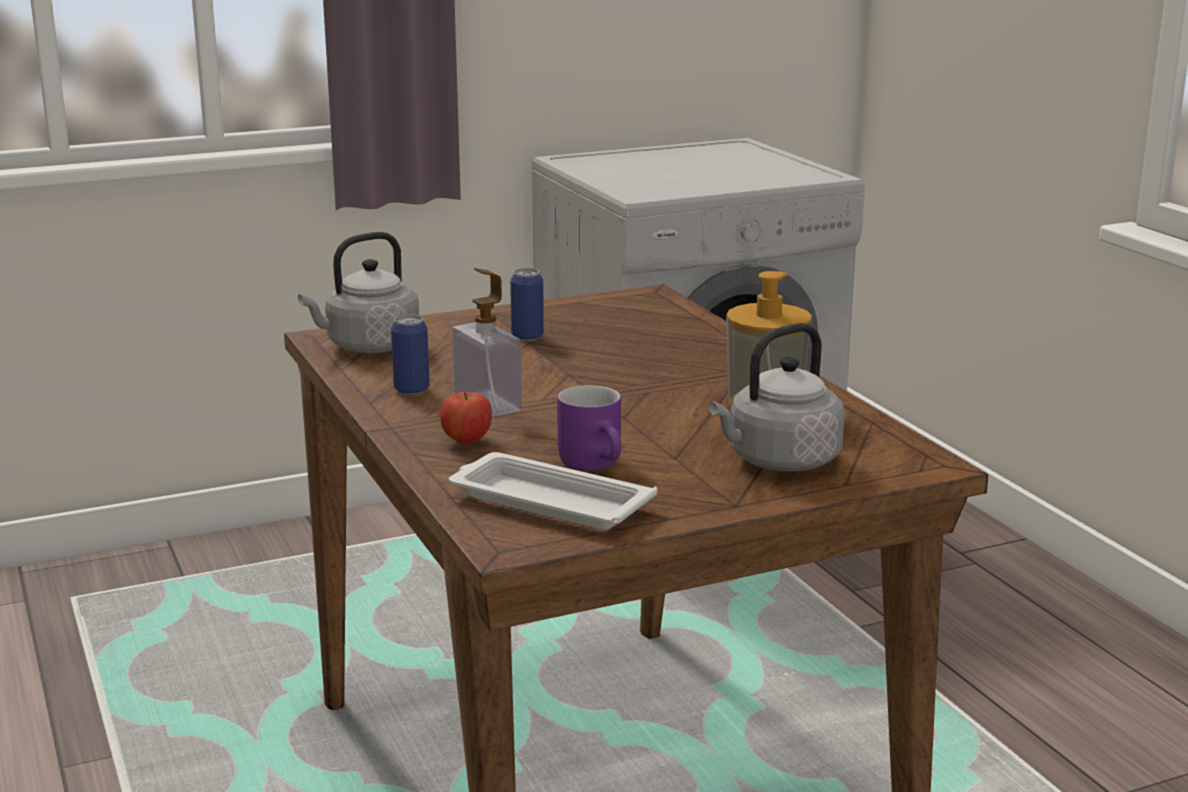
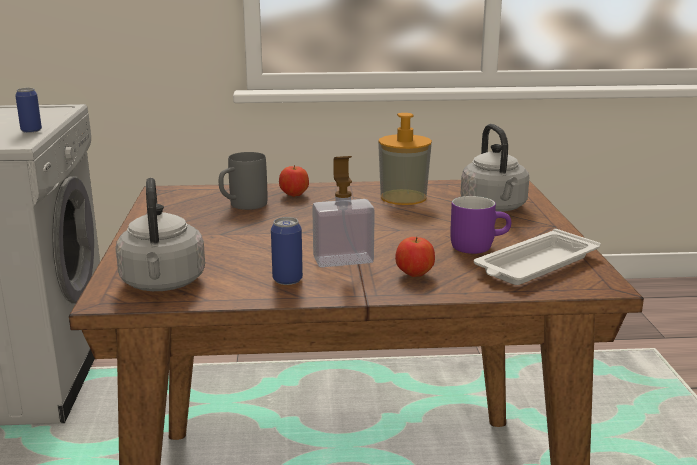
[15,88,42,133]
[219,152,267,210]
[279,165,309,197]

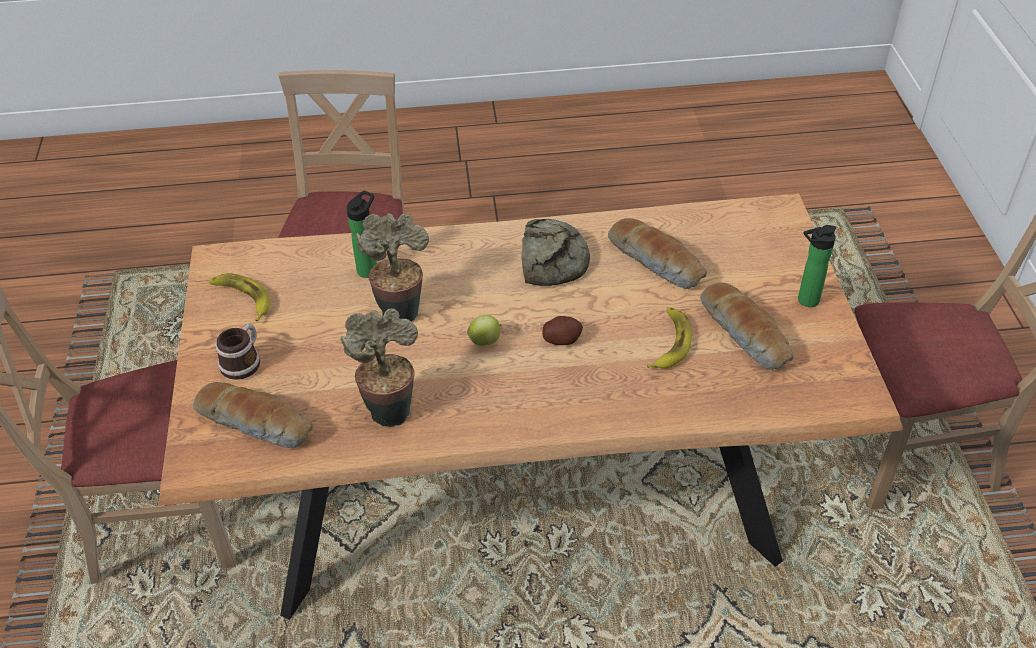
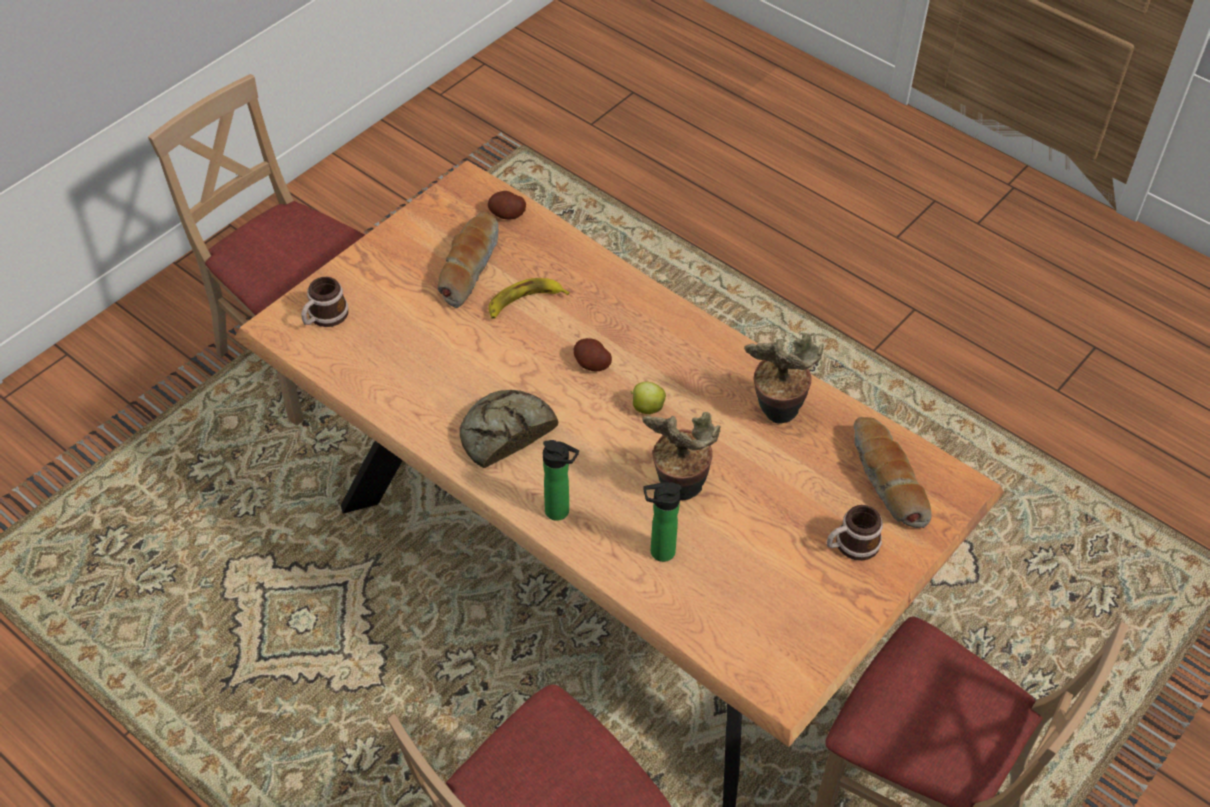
[608,218,707,289] (first image)
[543,440,579,521]
[209,273,270,322] (first image)
[488,191,526,219]
[301,277,348,327]

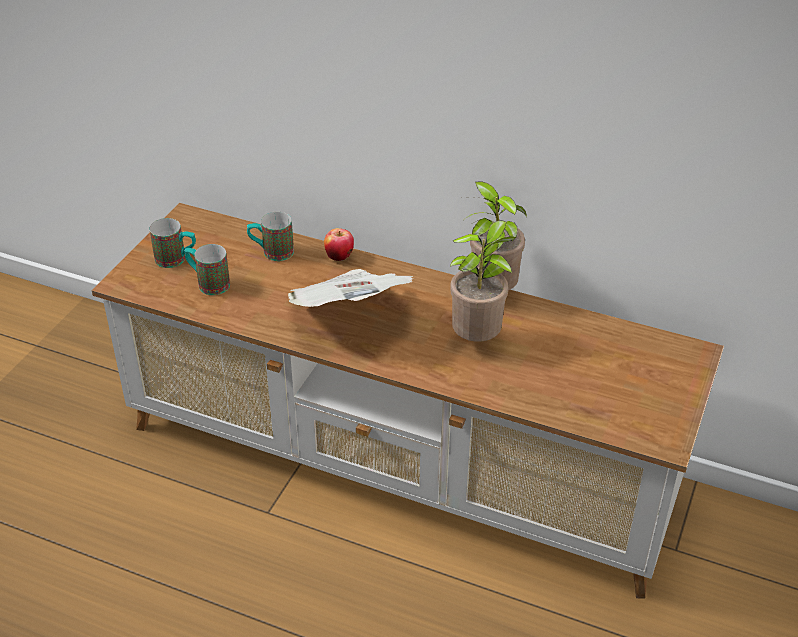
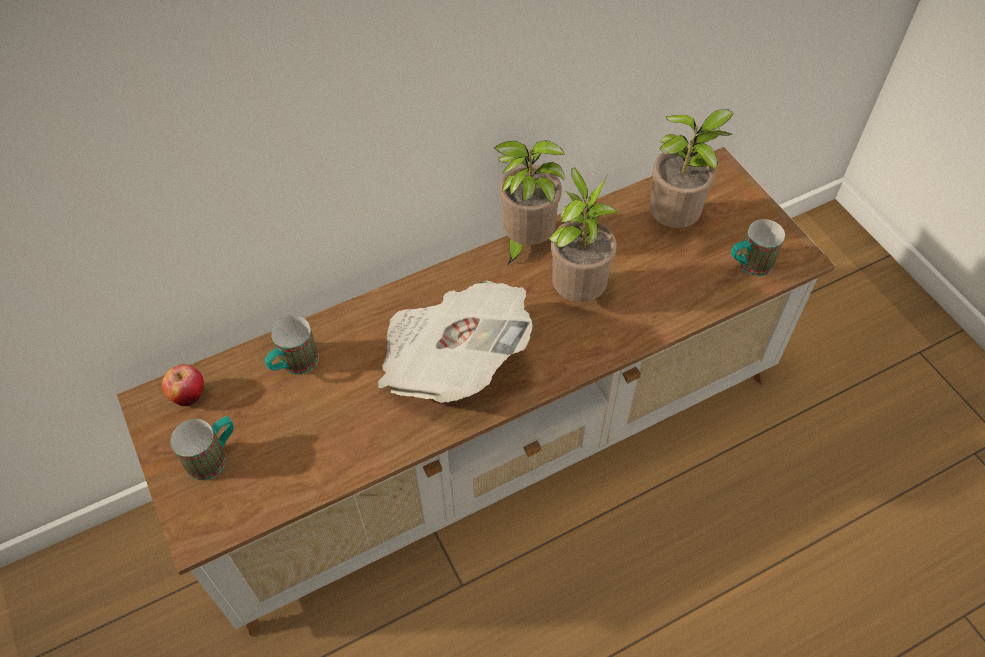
[162,364,204,406]
[731,219,785,277]
[649,109,734,228]

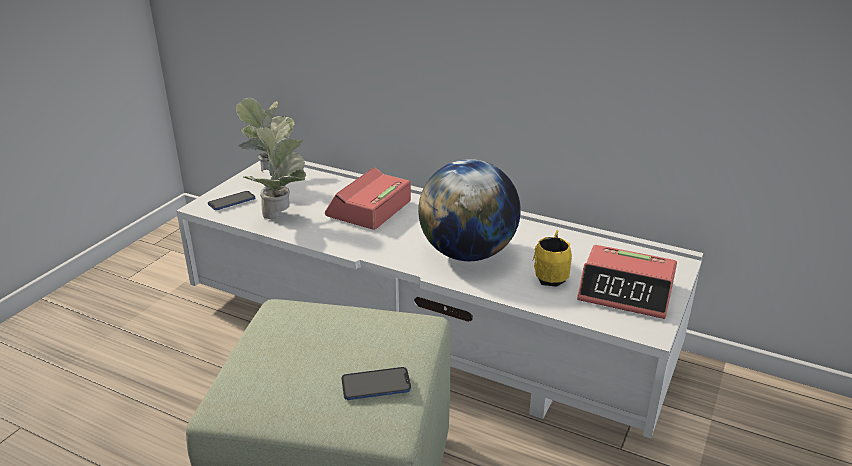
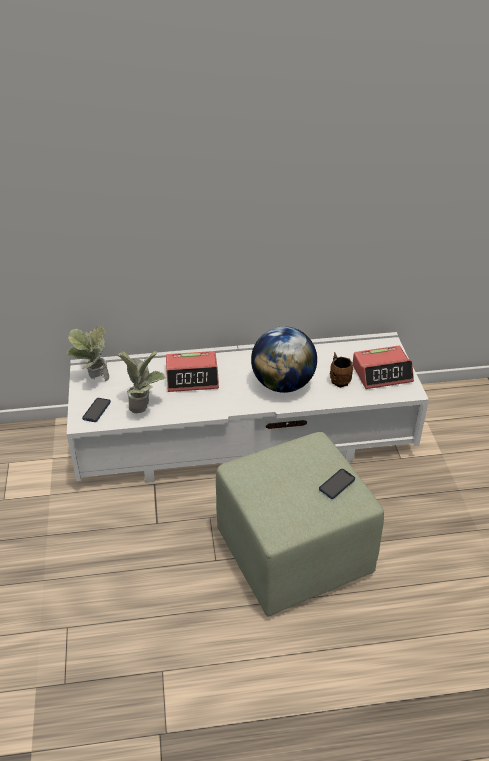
[166,351,219,392]
[330,352,353,388]

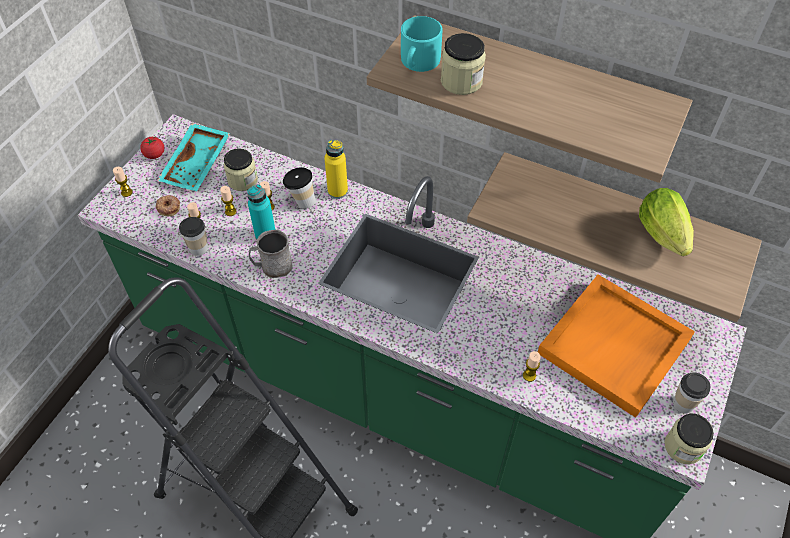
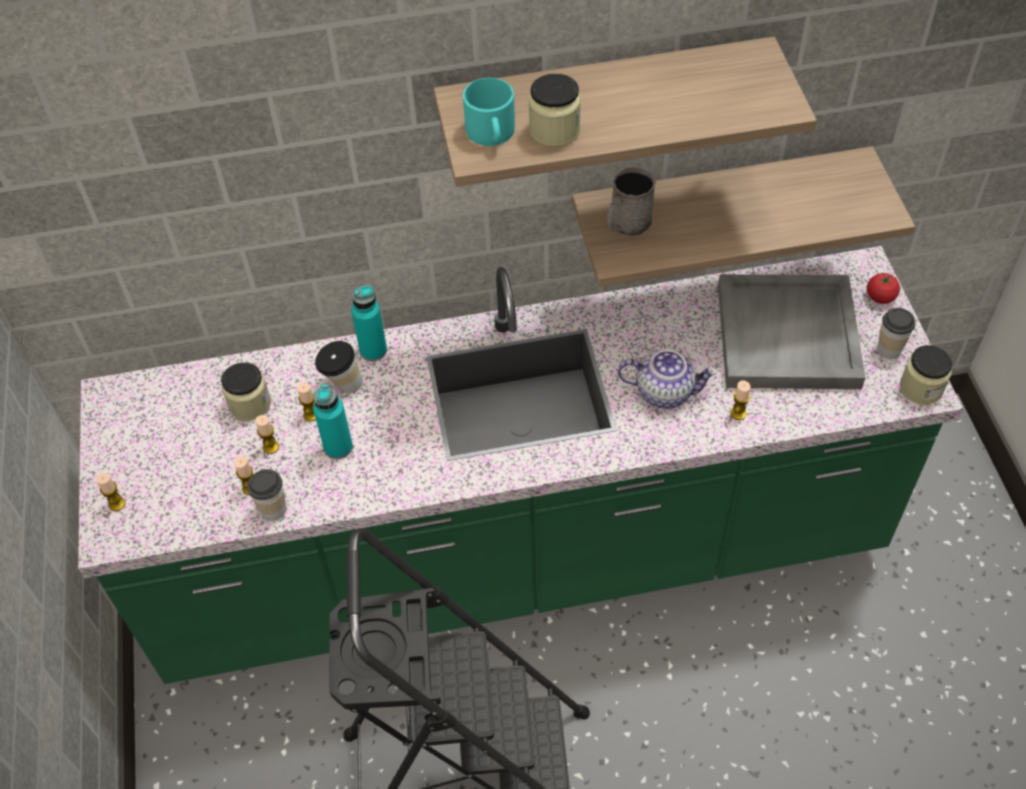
[157,123,230,191] (first image)
[867,273,900,304]
[351,285,387,361]
[639,188,694,256] (first image)
[156,195,180,216] (first image)
[607,167,655,237]
[718,274,865,389]
[618,350,718,409]

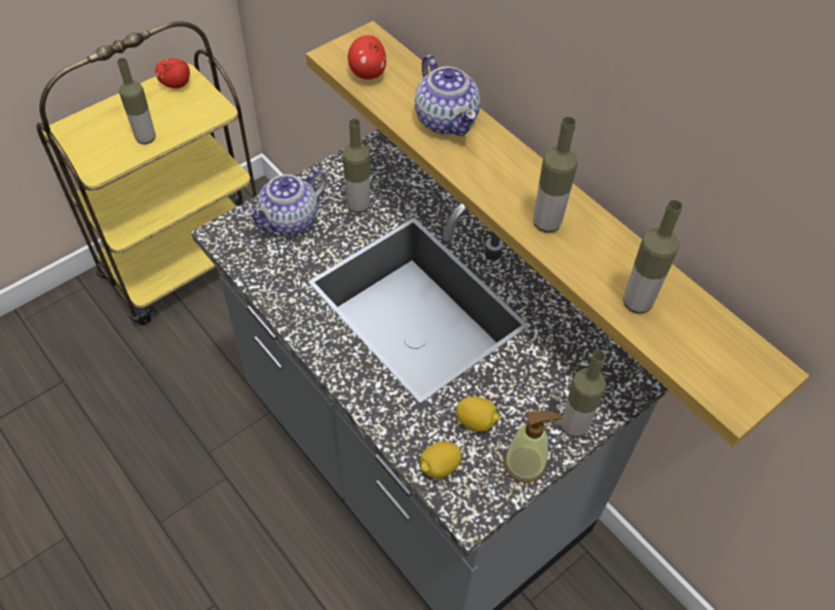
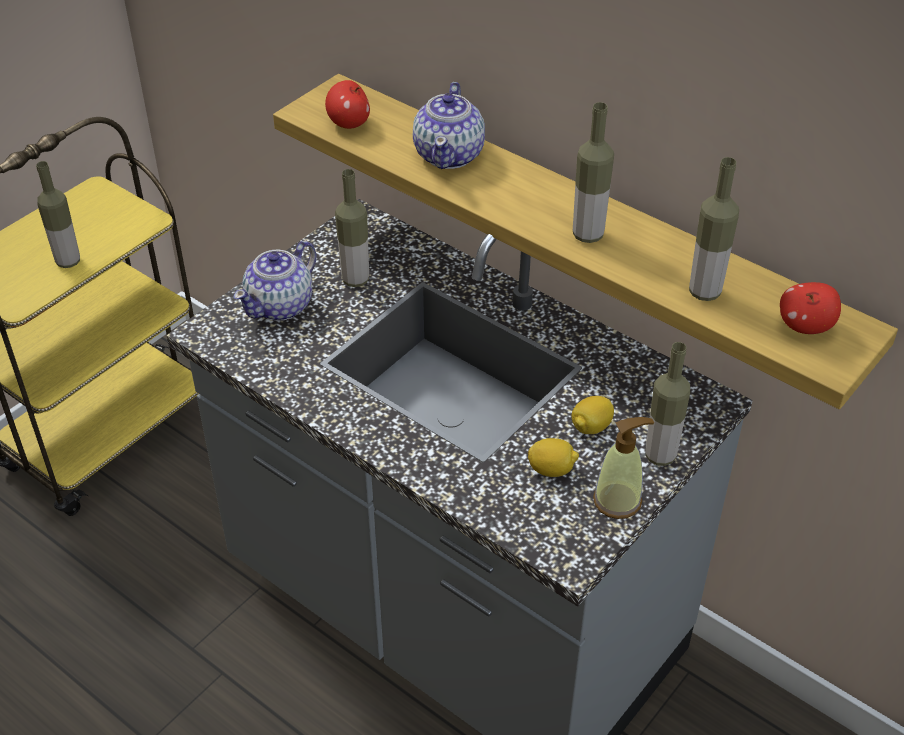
[413,82,485,169]
[780,282,841,334]
[572,396,614,434]

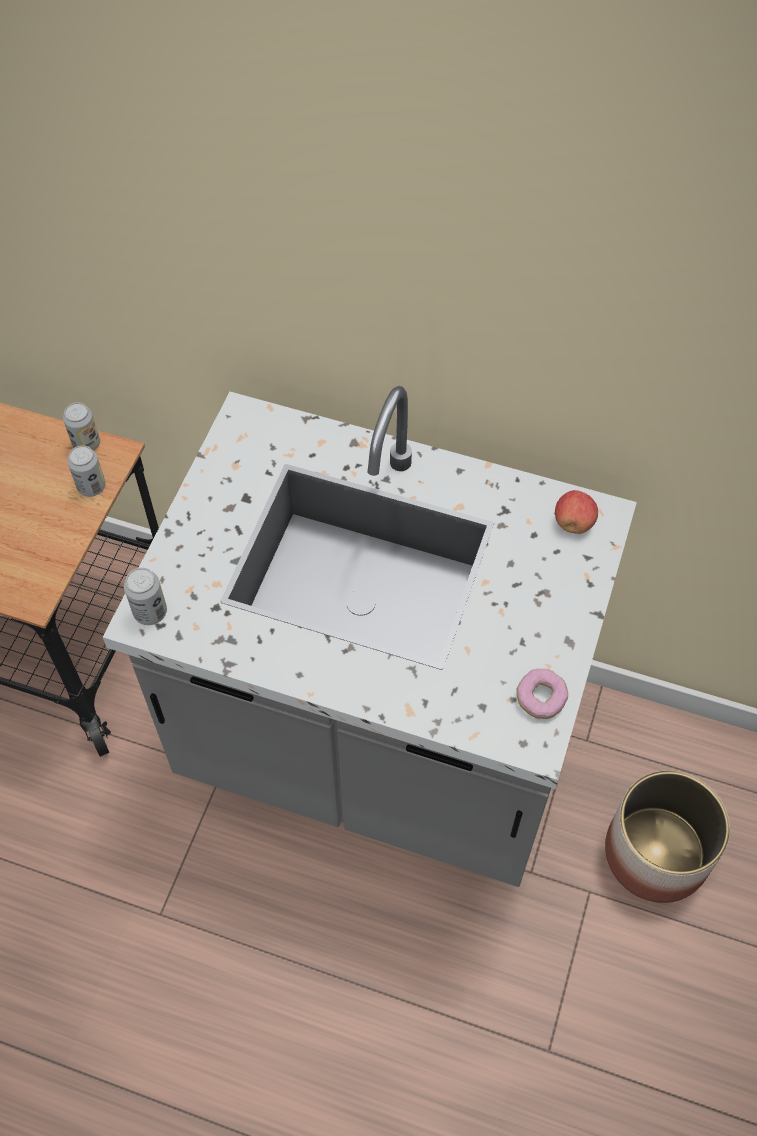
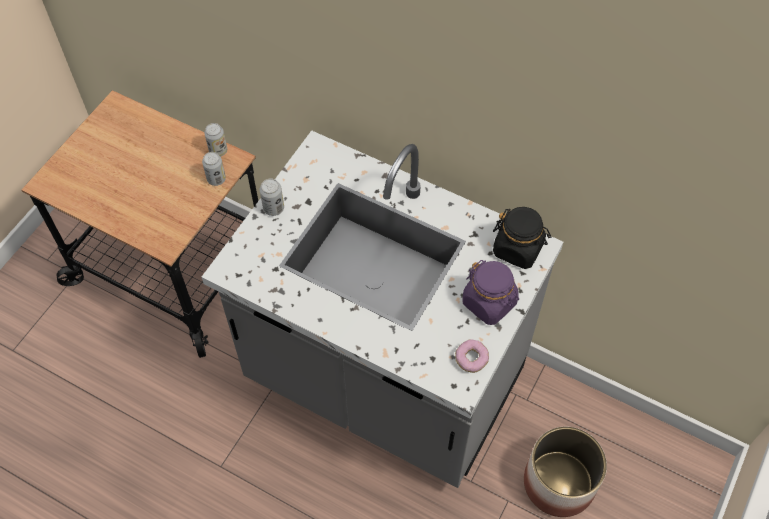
[493,207,551,269]
[260,178,284,216]
[462,260,519,325]

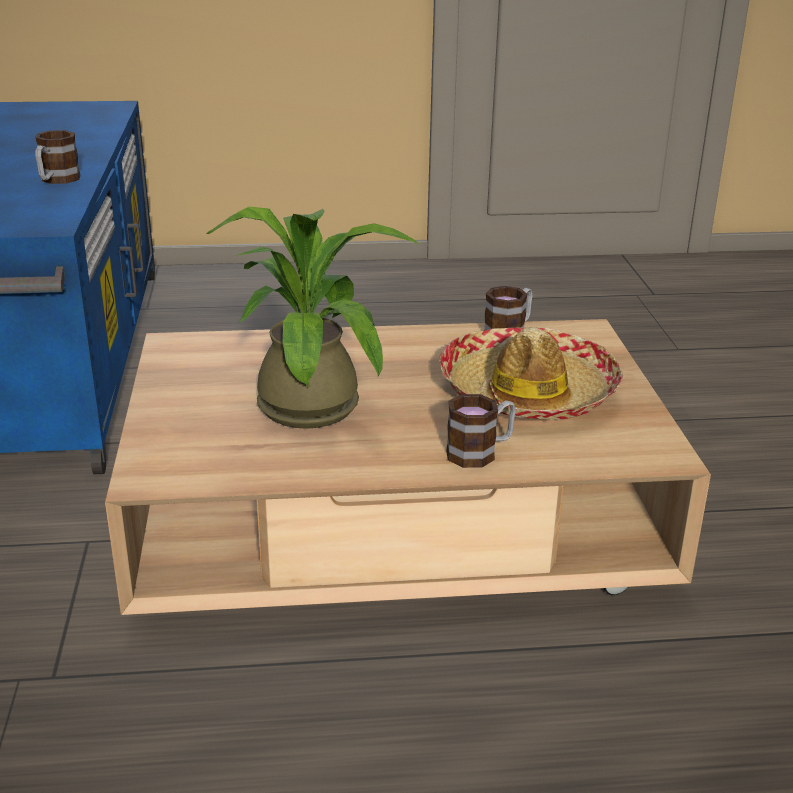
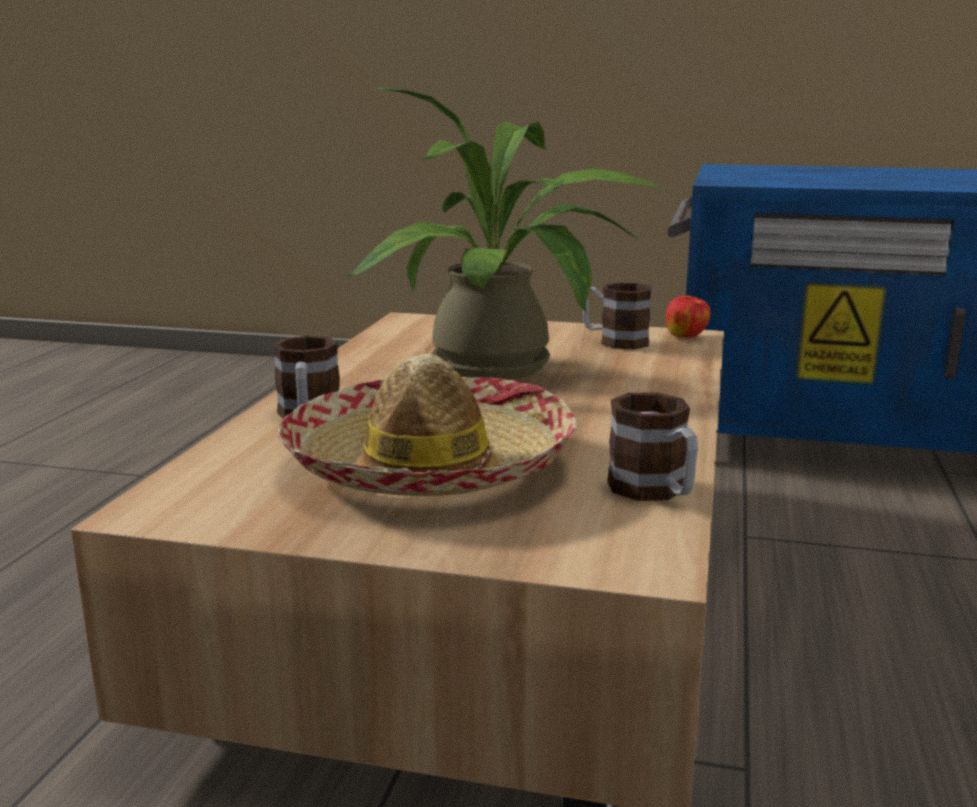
[583,282,652,349]
[666,295,711,338]

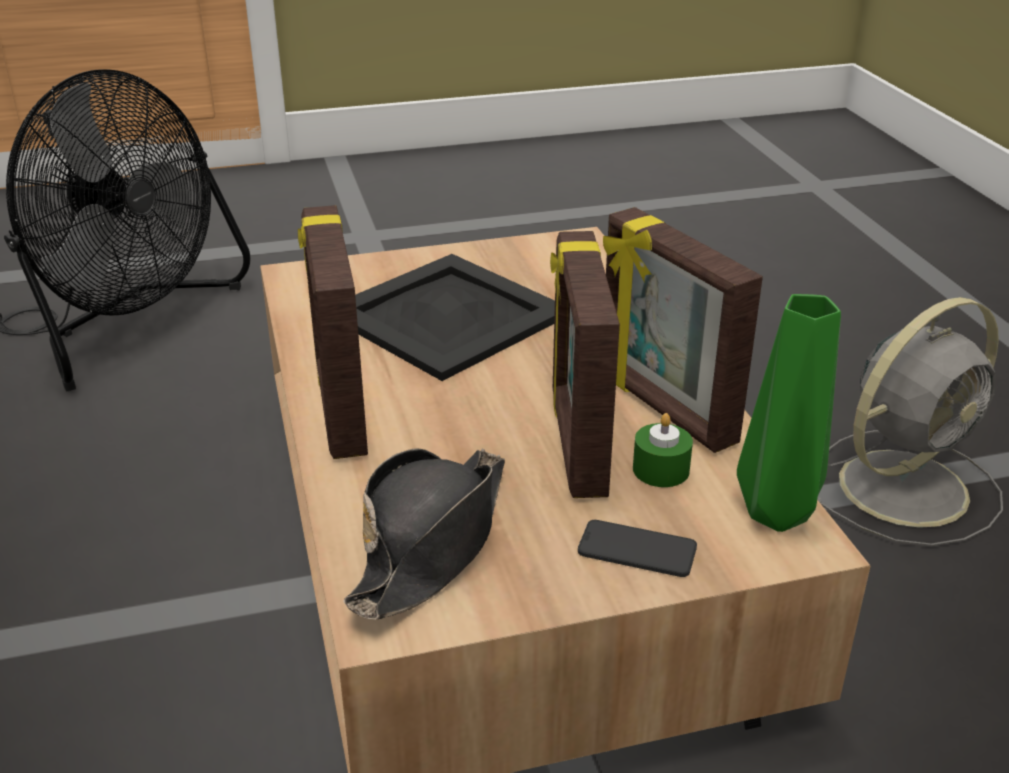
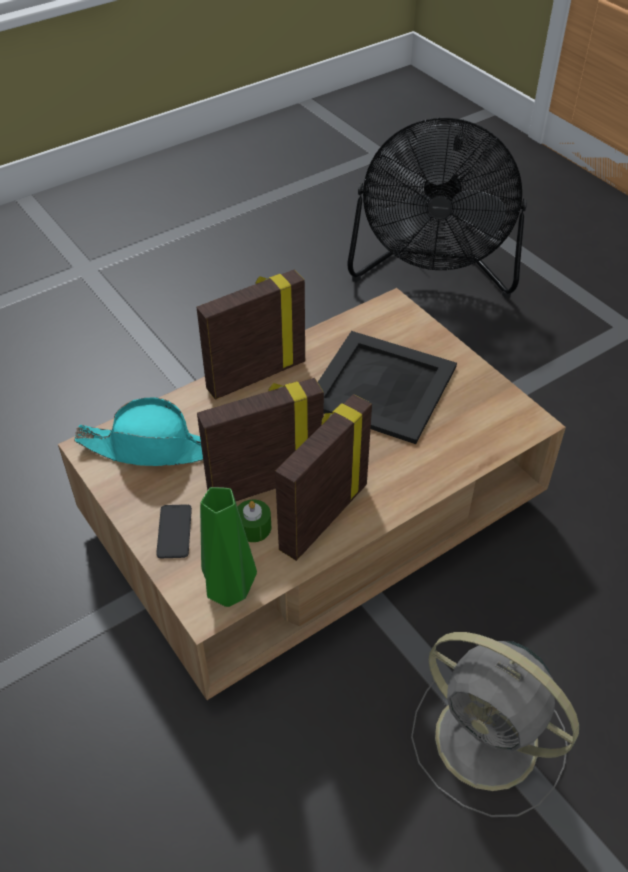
[74,398,203,466]

